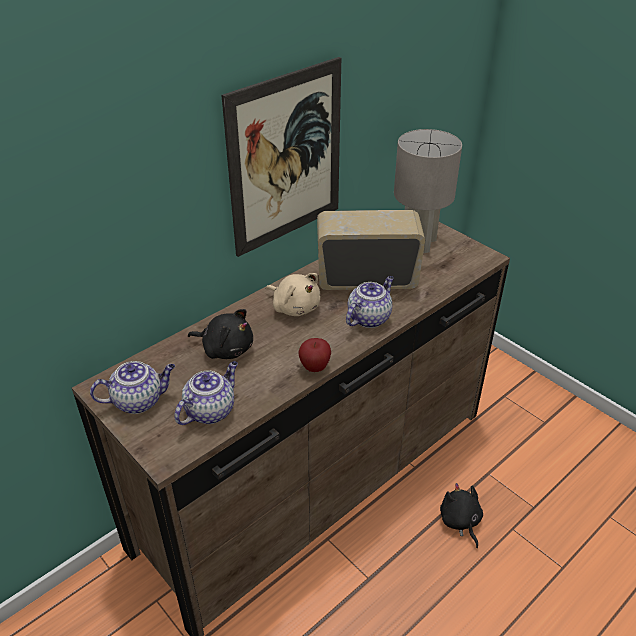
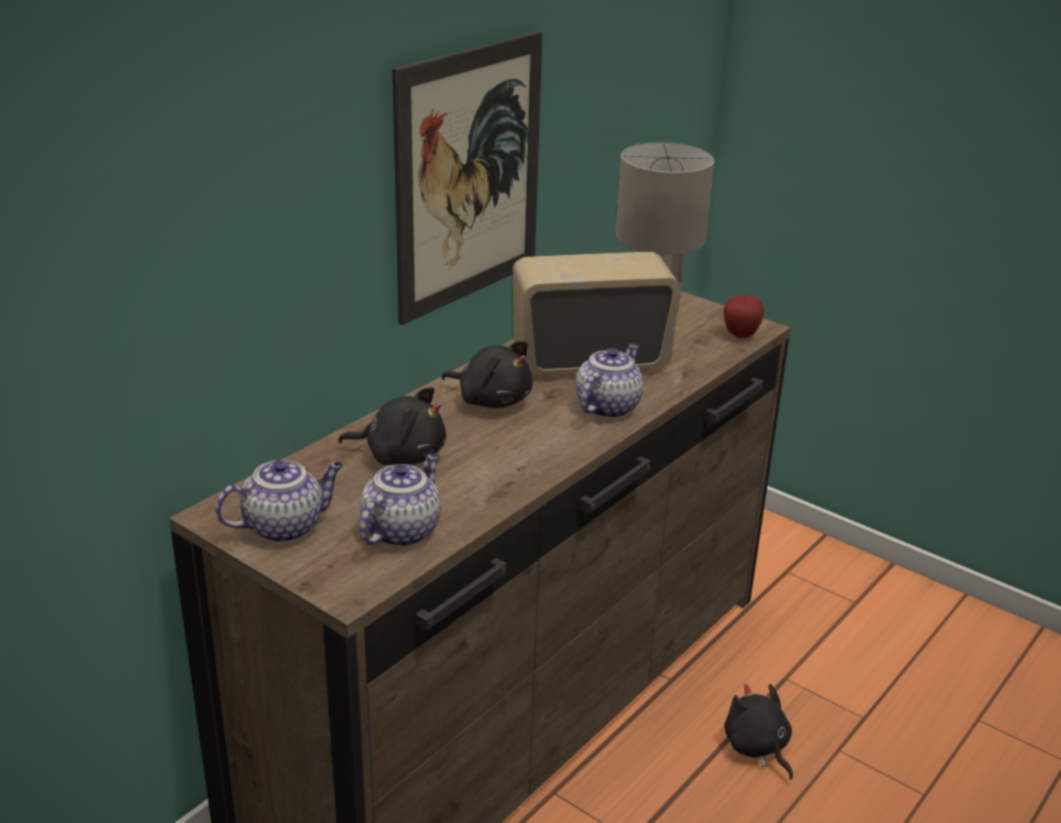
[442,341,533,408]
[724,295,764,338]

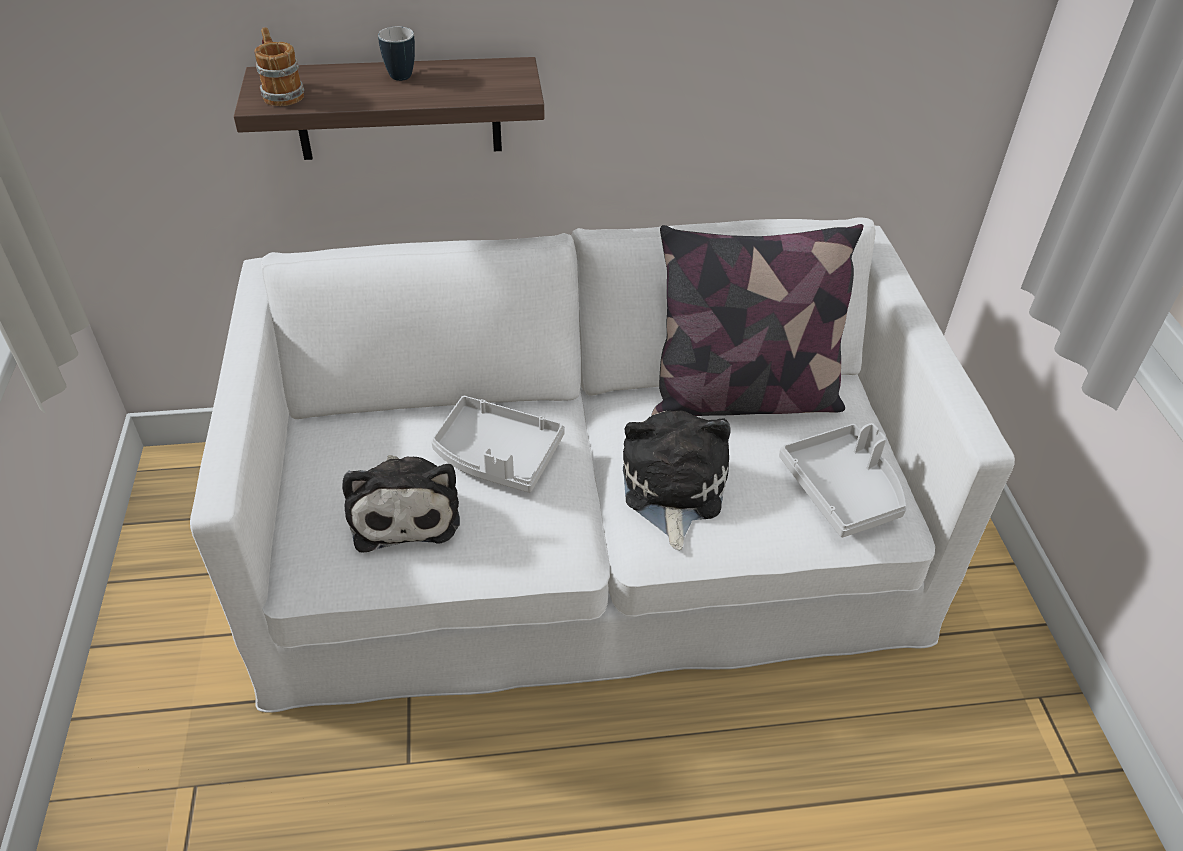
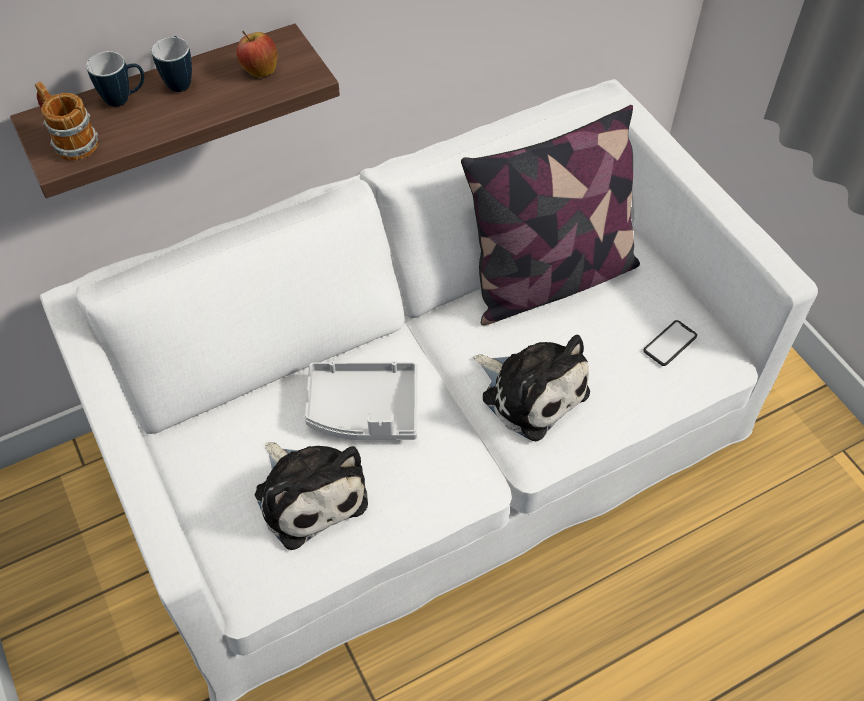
[473,335,590,442]
[643,320,697,366]
[237,30,278,77]
[86,51,144,107]

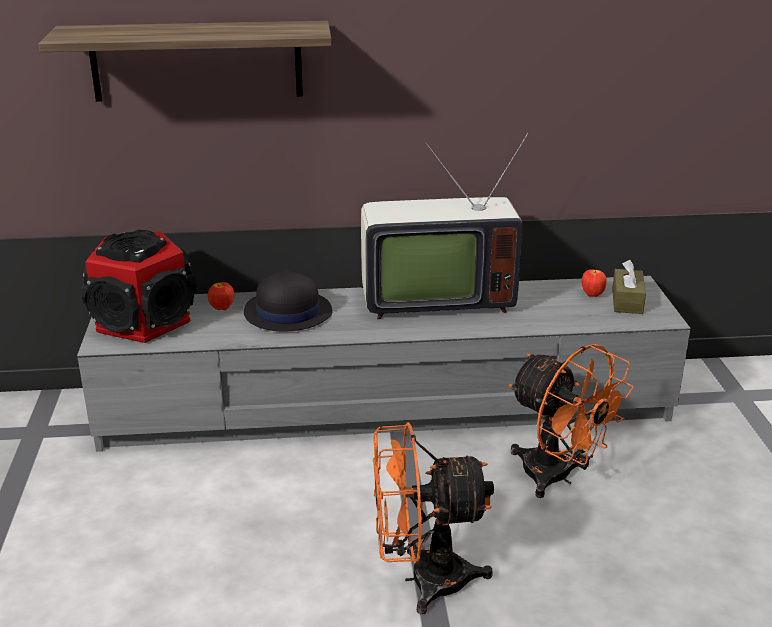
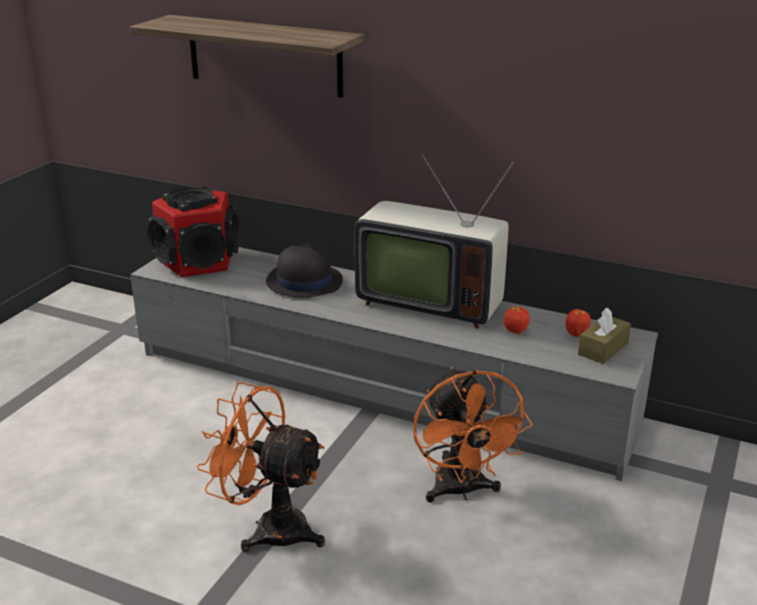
[503,306,530,334]

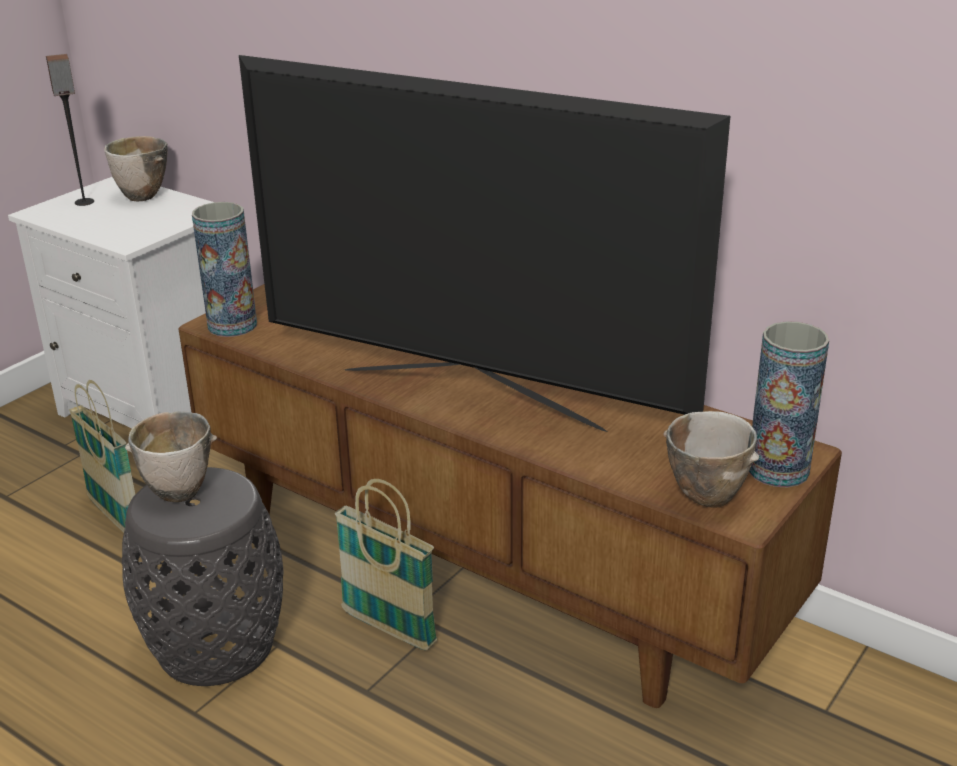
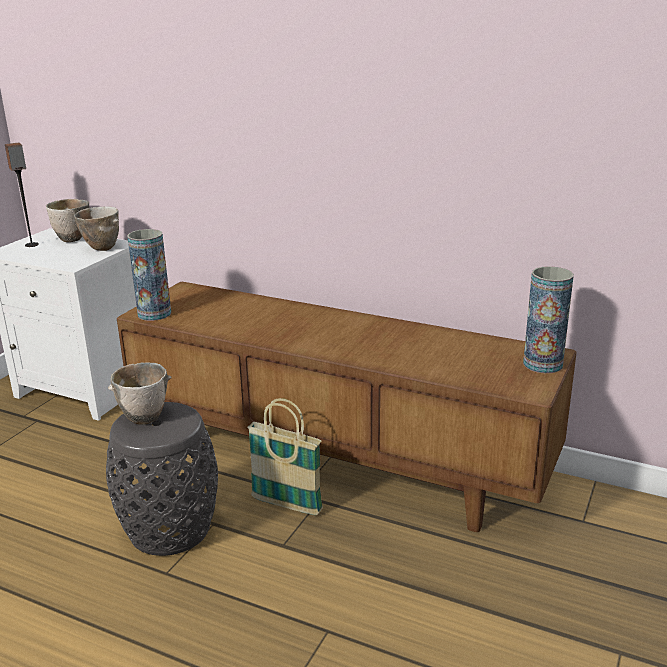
[239,55,730,432] (first image)
[69,380,135,533] (first image)
[74,207,119,251]

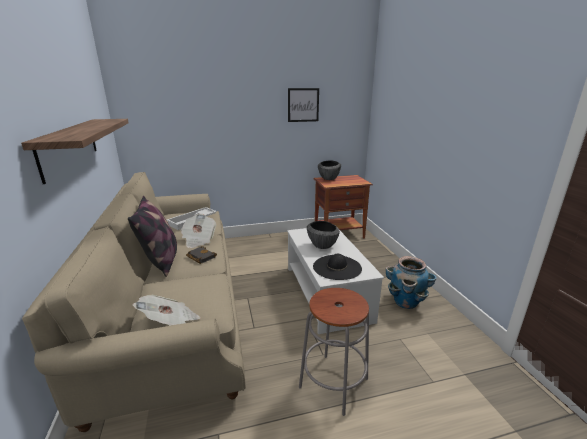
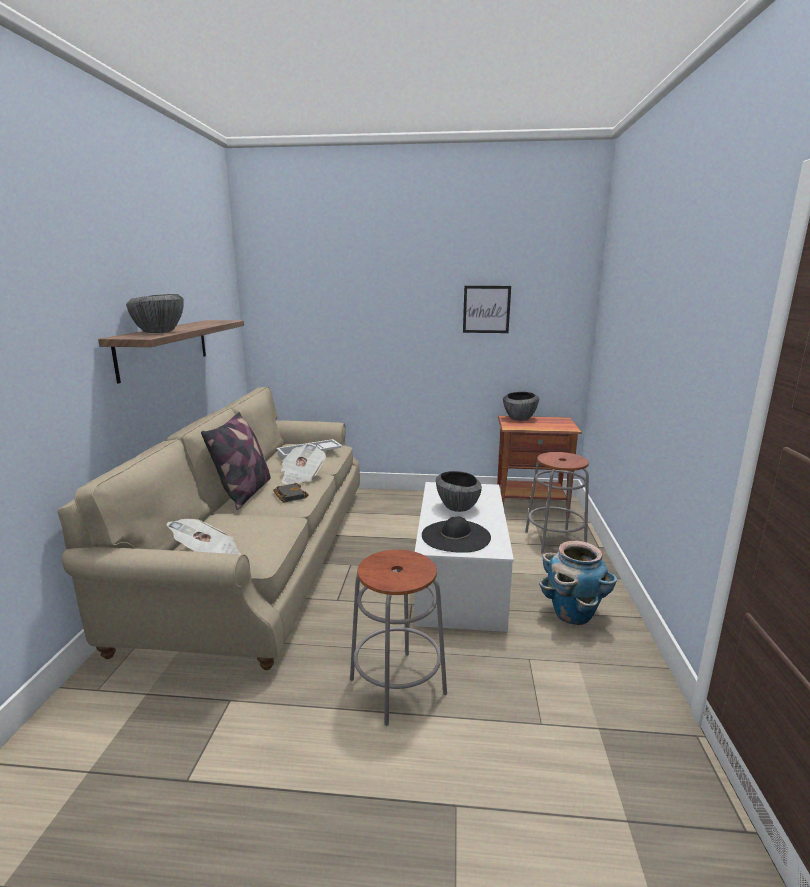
[126,294,183,333]
[525,452,589,554]

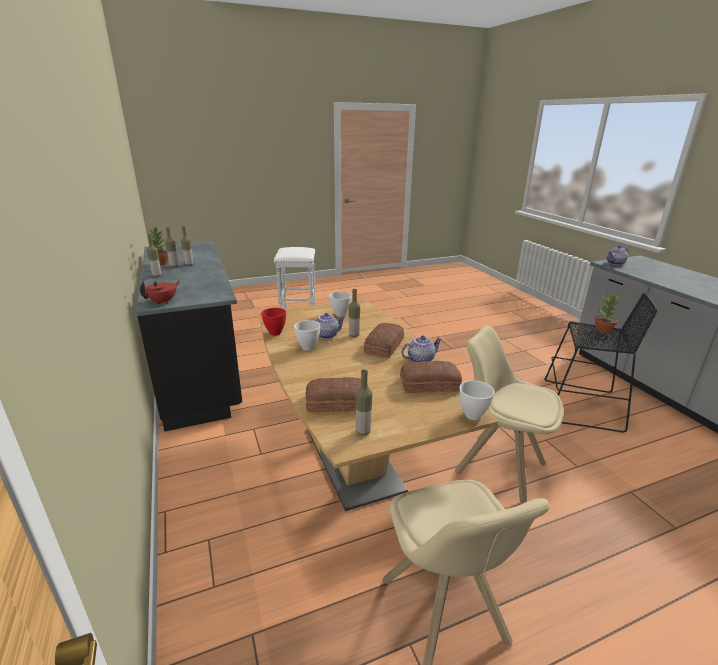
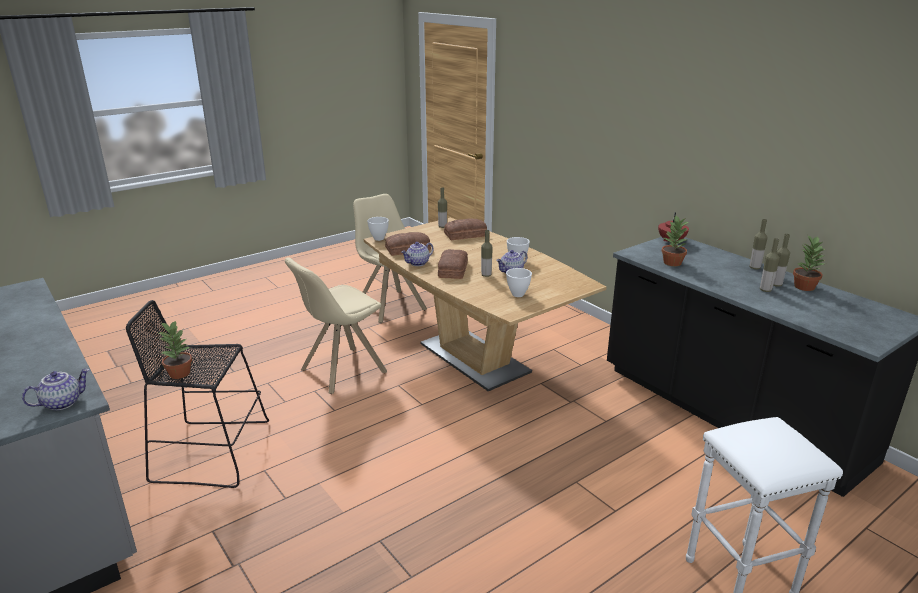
[261,308,286,336] (first image)
[285,257,387,394]
[662,216,689,266]

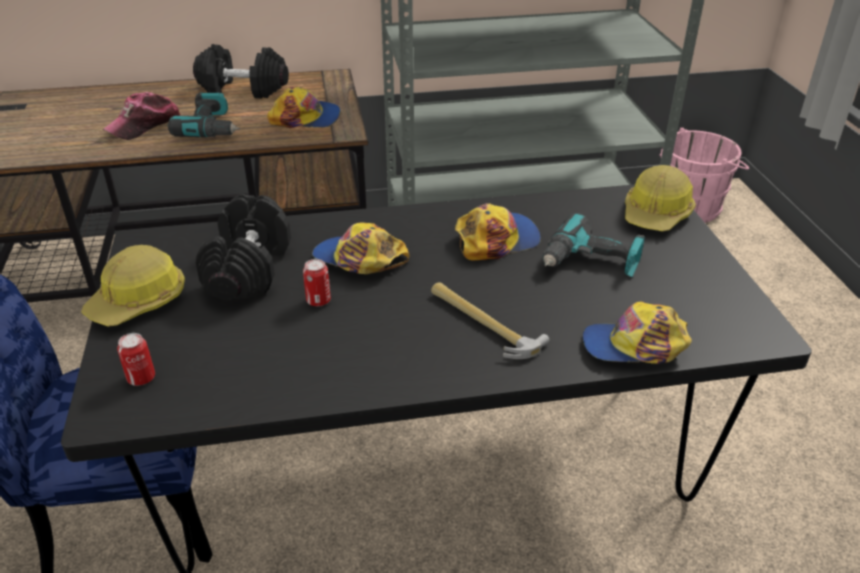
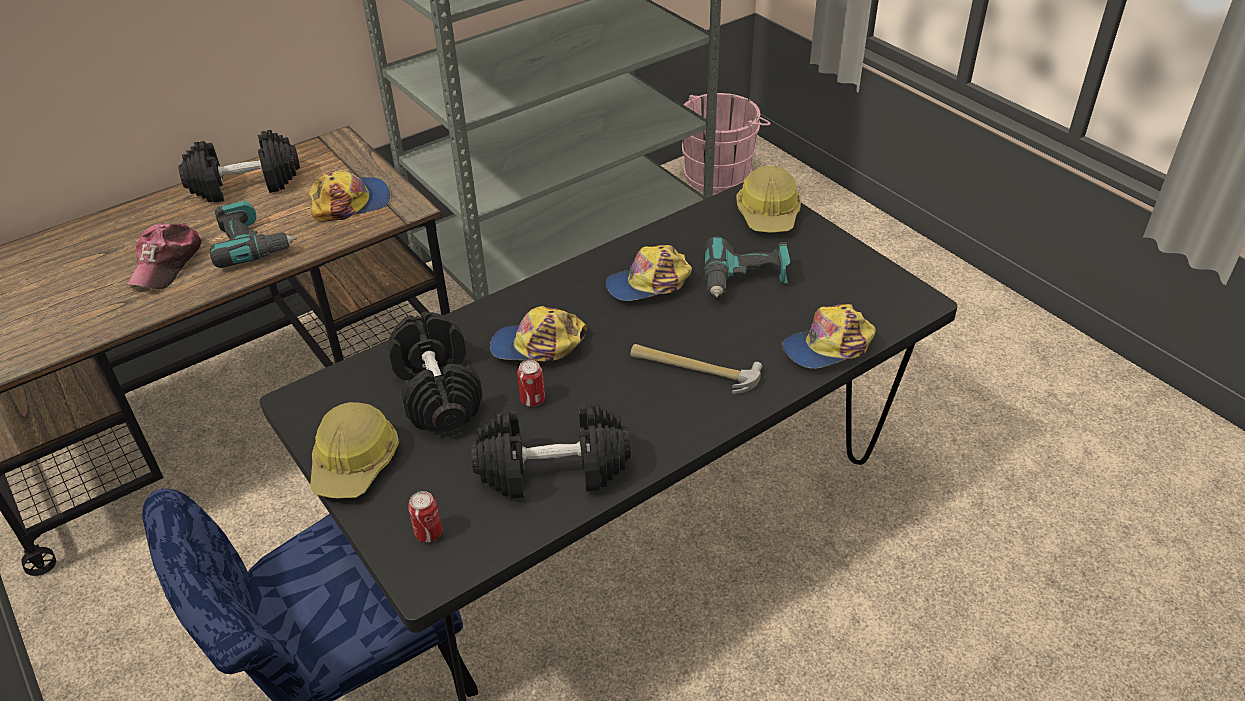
[605,245,692,301]
[471,404,631,499]

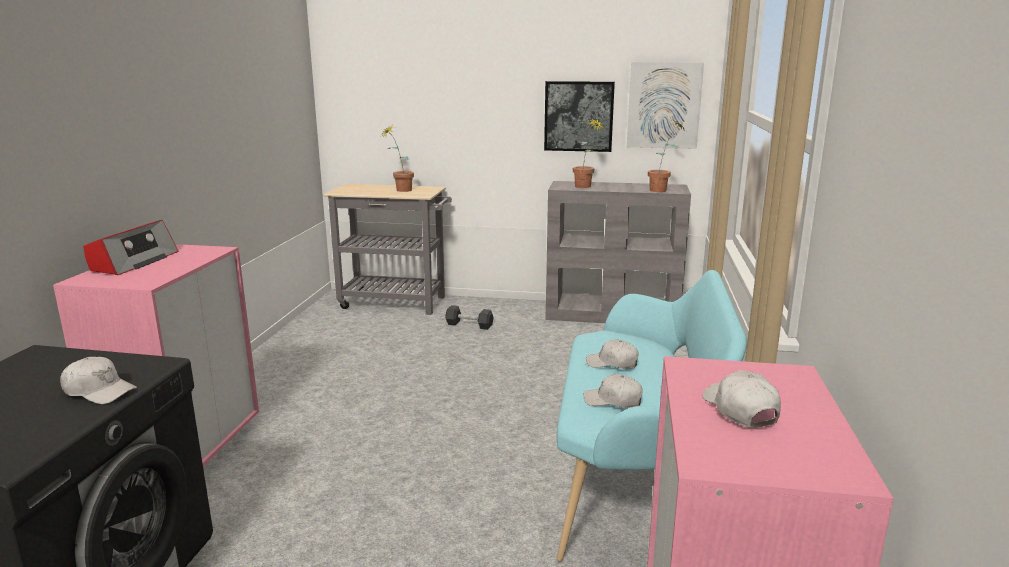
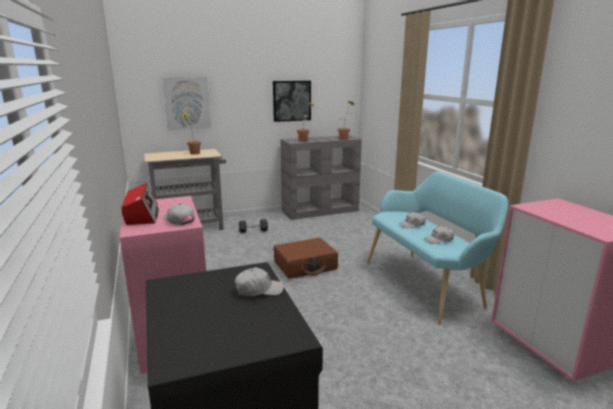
[163,77,211,131]
[163,203,194,225]
[274,238,338,279]

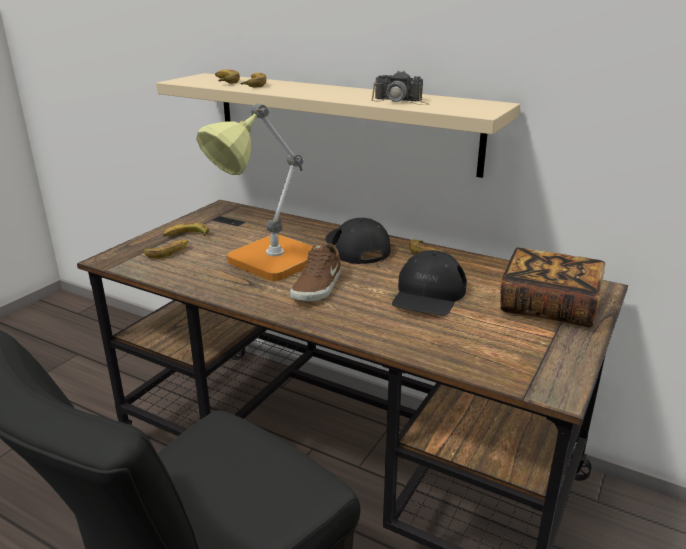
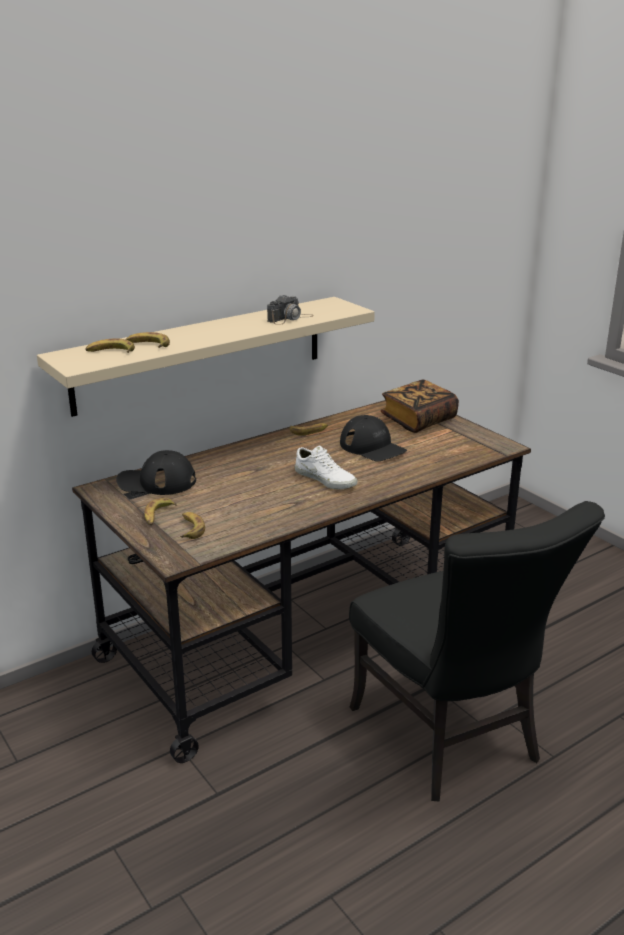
[196,103,313,281] (first image)
[116,450,196,495]
[295,445,357,489]

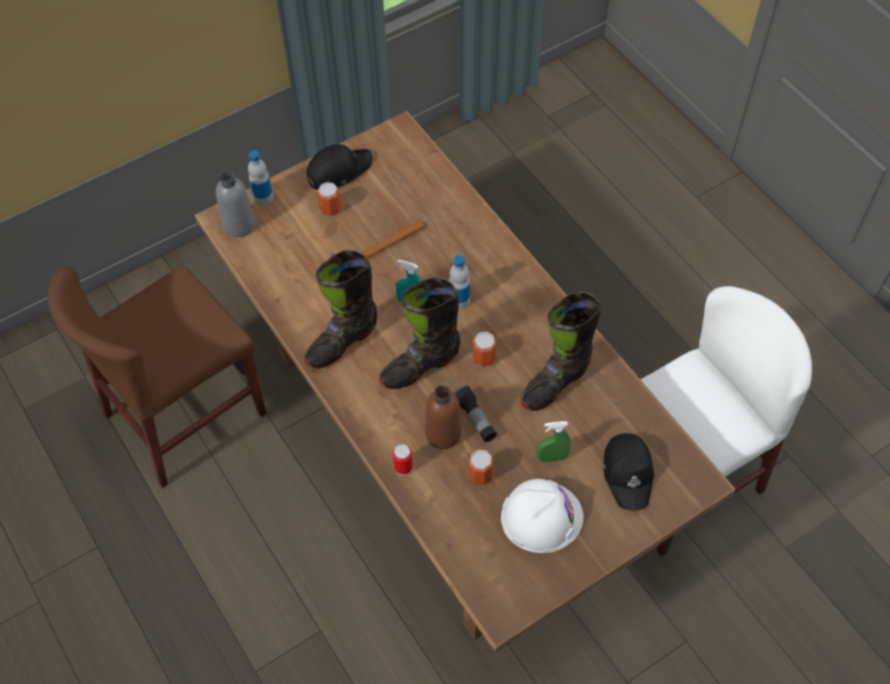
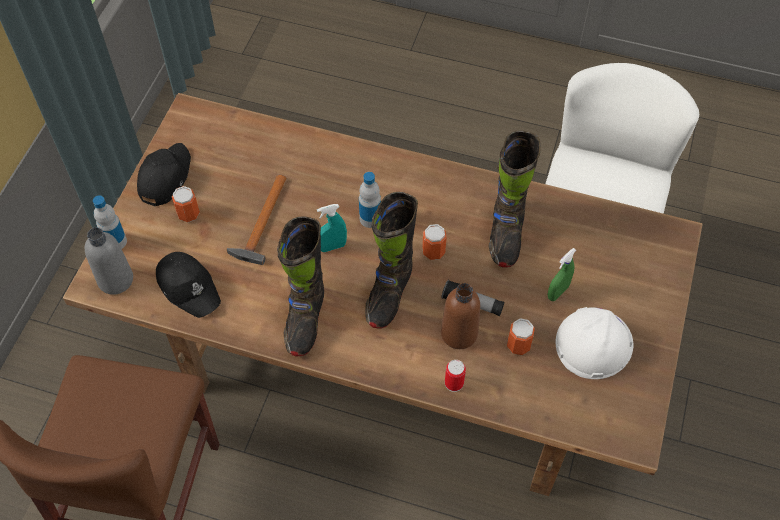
[156,252,221,318]

